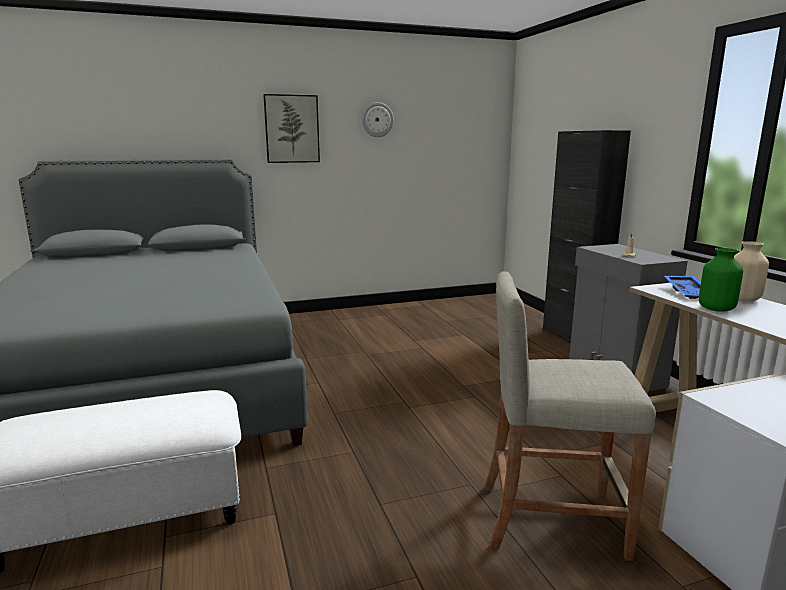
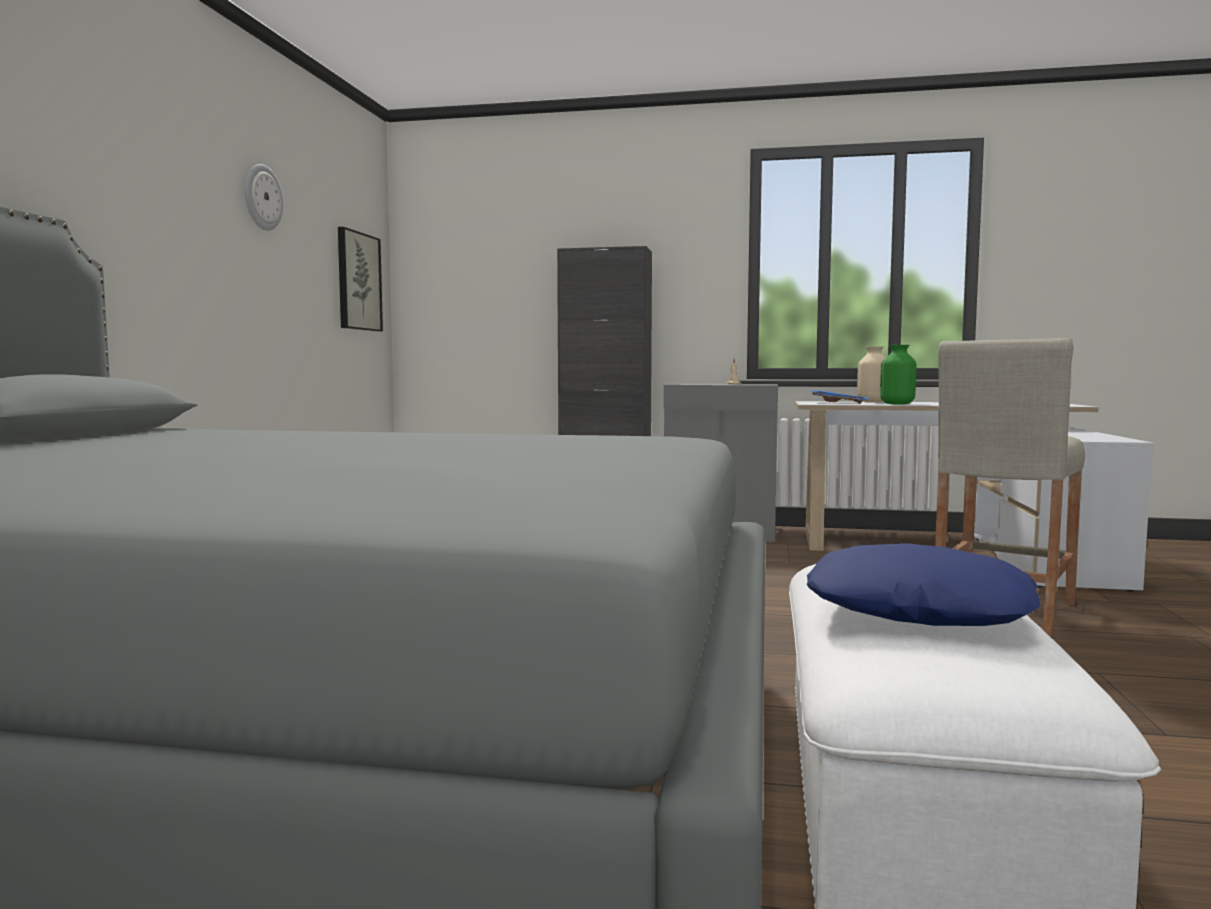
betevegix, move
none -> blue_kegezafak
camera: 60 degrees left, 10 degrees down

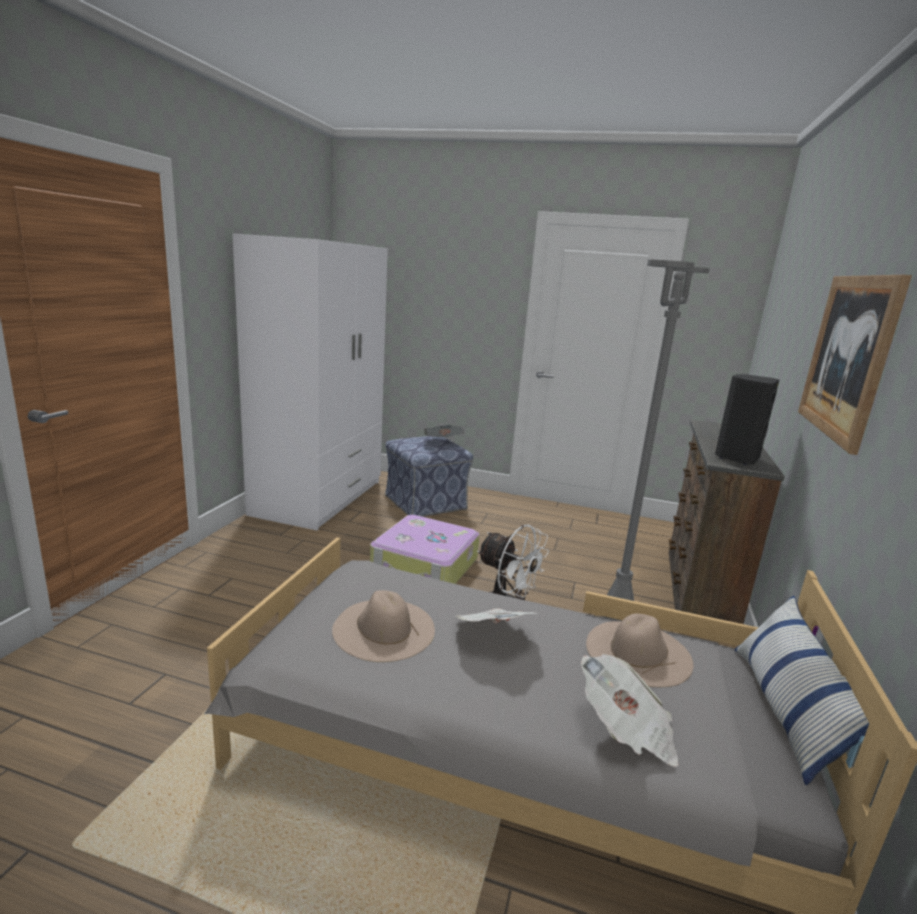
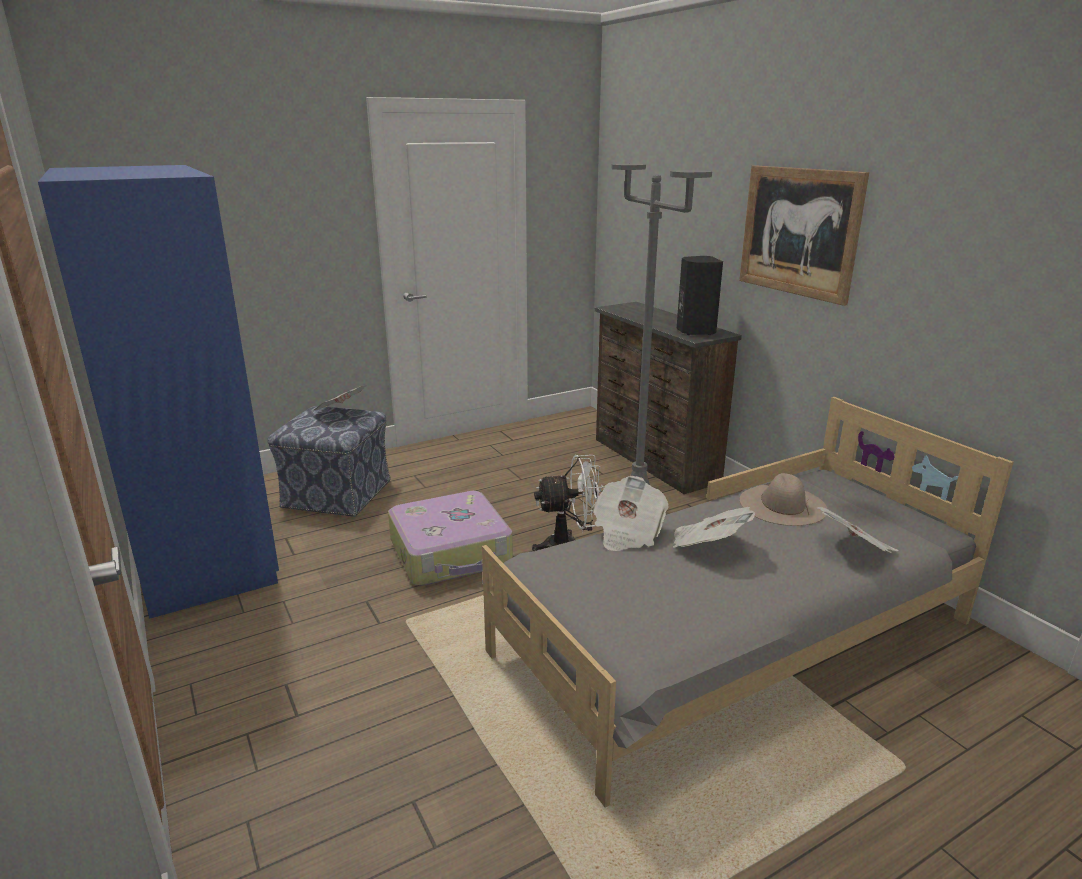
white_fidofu -> blue_fidofu
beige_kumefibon (1st from left) -> none
kegezafak -> none
none -> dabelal (2nd from left)
camera: 45 degrees left, 5 degrees up

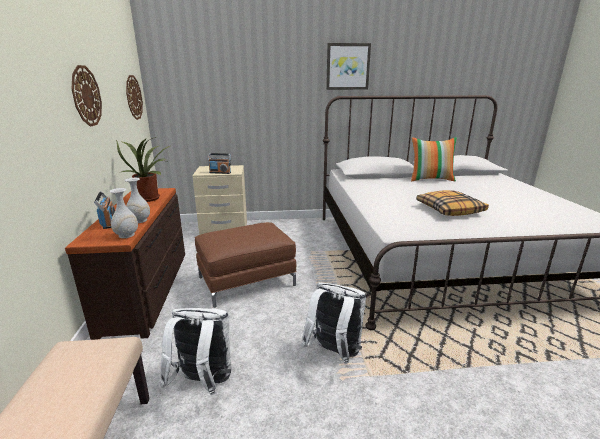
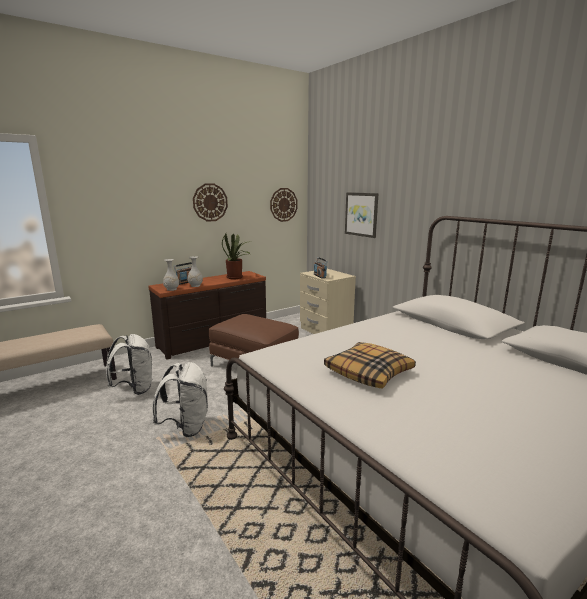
betevegix, move
kegezafak (1st from left) -> none
camera: 60 degrees right, 5 degrees down

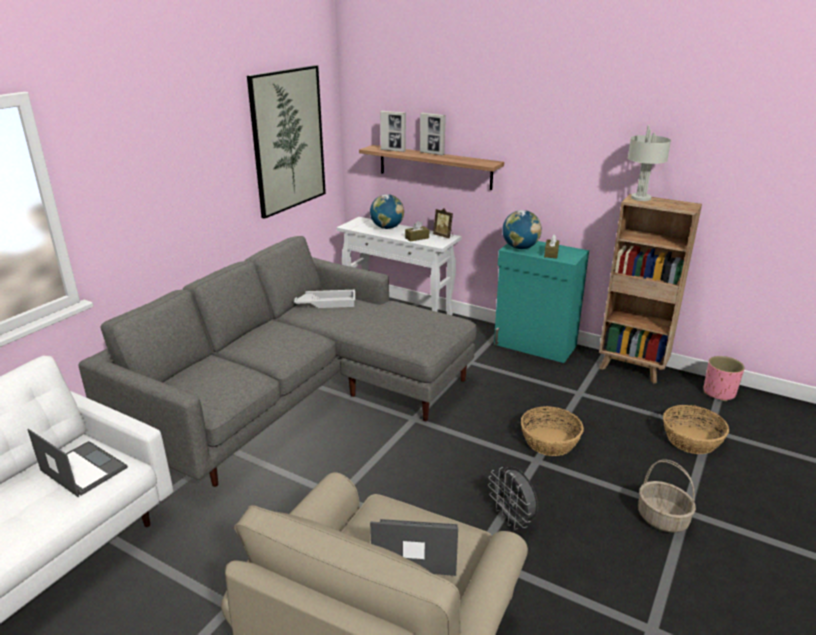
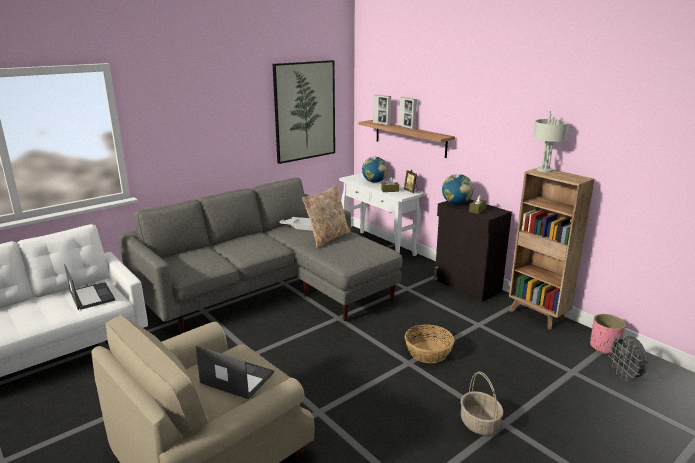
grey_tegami, move
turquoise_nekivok -> black_nekivok
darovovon (3rd from left) -> none
none -> beige_kegezafak
camera: 20 degrees right, 5 degrees down

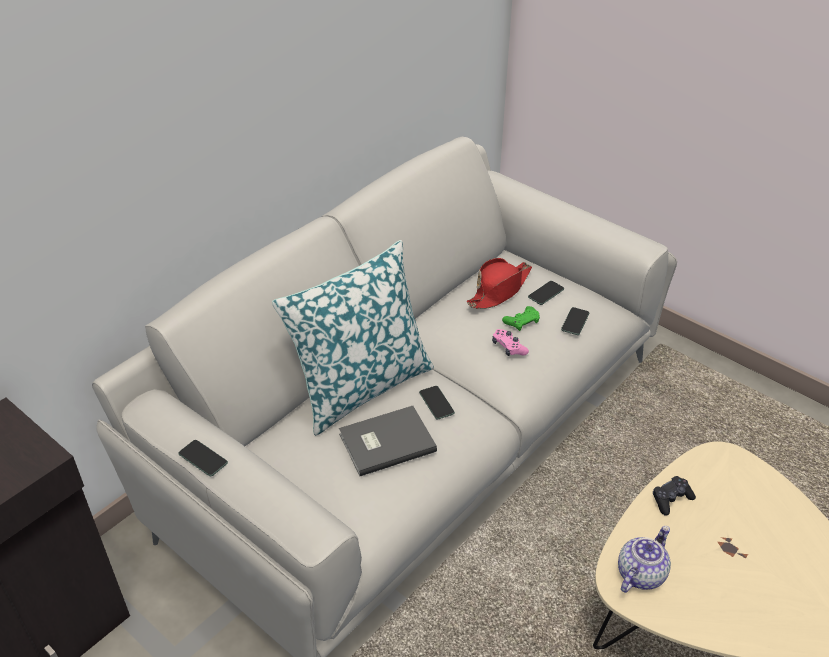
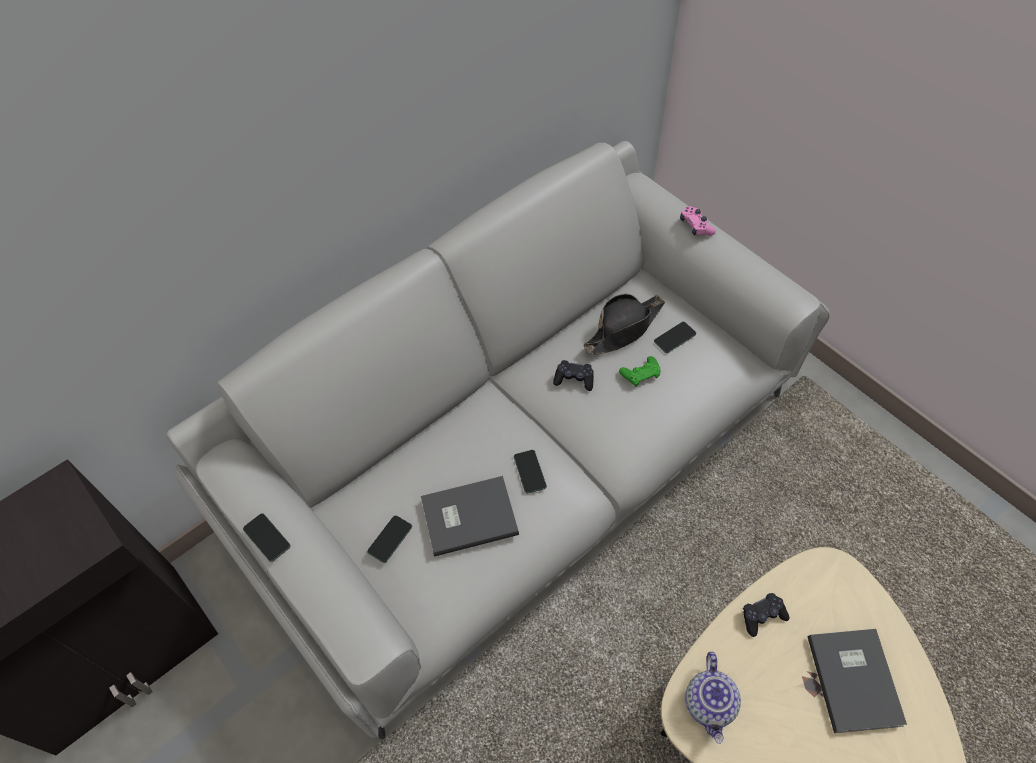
kegezafak -> none
red_kumefibon -> black_kumefibon
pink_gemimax, move
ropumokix (4th from left in the first image) -> ropumokix (2nd from left), move
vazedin, 135 degrees clockwise
none -> black_gemimax (1st from left)
none -> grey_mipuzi (2nd from left)
camera: 10 degrees right, 15 degrees up

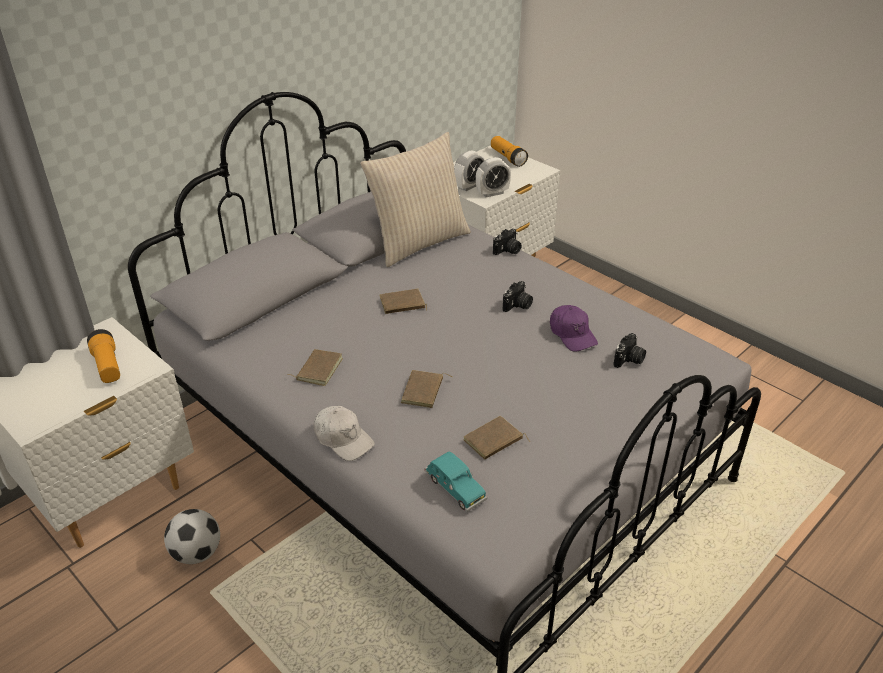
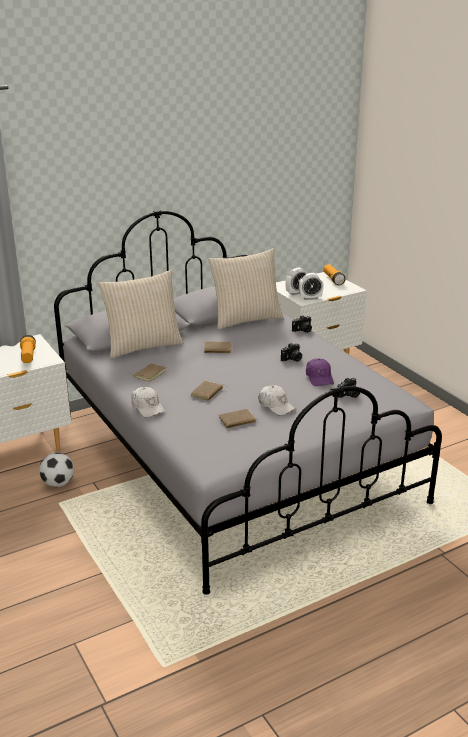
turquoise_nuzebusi -> none
none -> beige_kegezafak (1st from left)
none -> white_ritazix (2nd from left)
camera: 15 degrees right, 10 degrees down

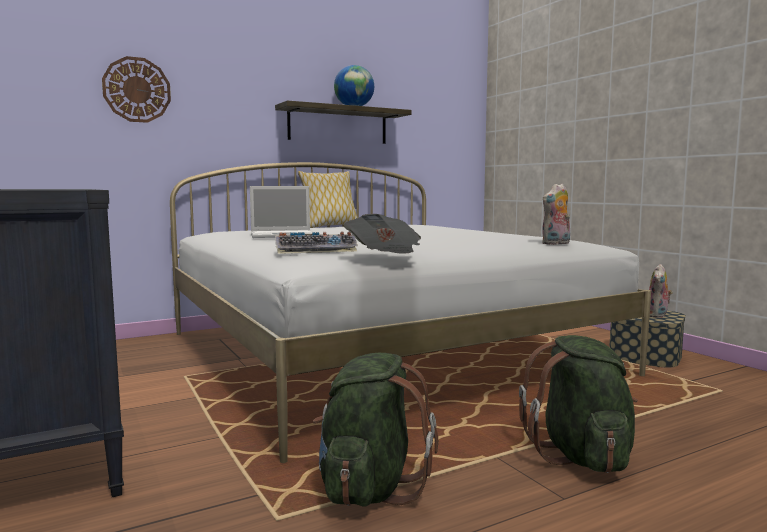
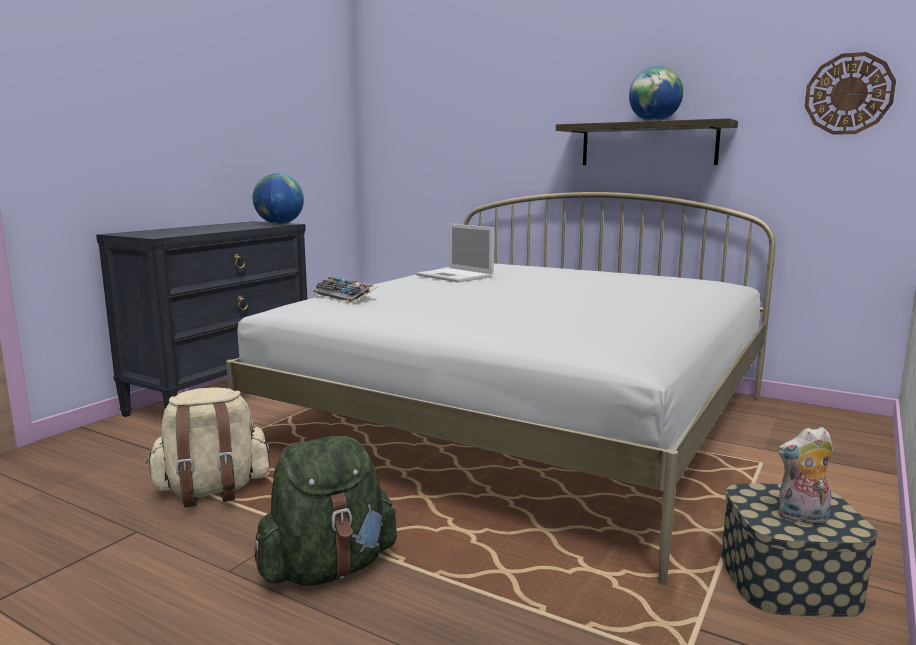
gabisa, move
kegezafak -> none
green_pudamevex (1st from left) -> beige_pudamevex
dabelal -> none
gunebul (1st from left) -> none
none -> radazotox (1st from left)
camera: 60 degrees right, 5 degrees up

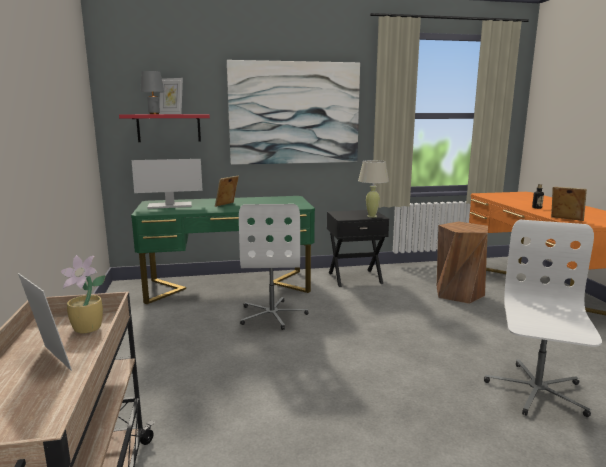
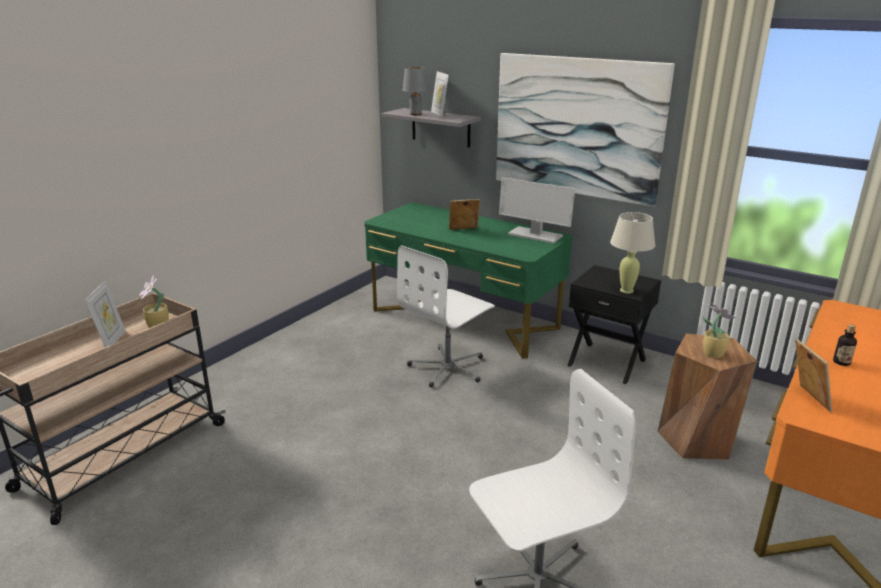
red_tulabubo -> grey_tulabubo
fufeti, move
none -> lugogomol (2nd from left)
camera: 45 degrees right, 10 degrees up

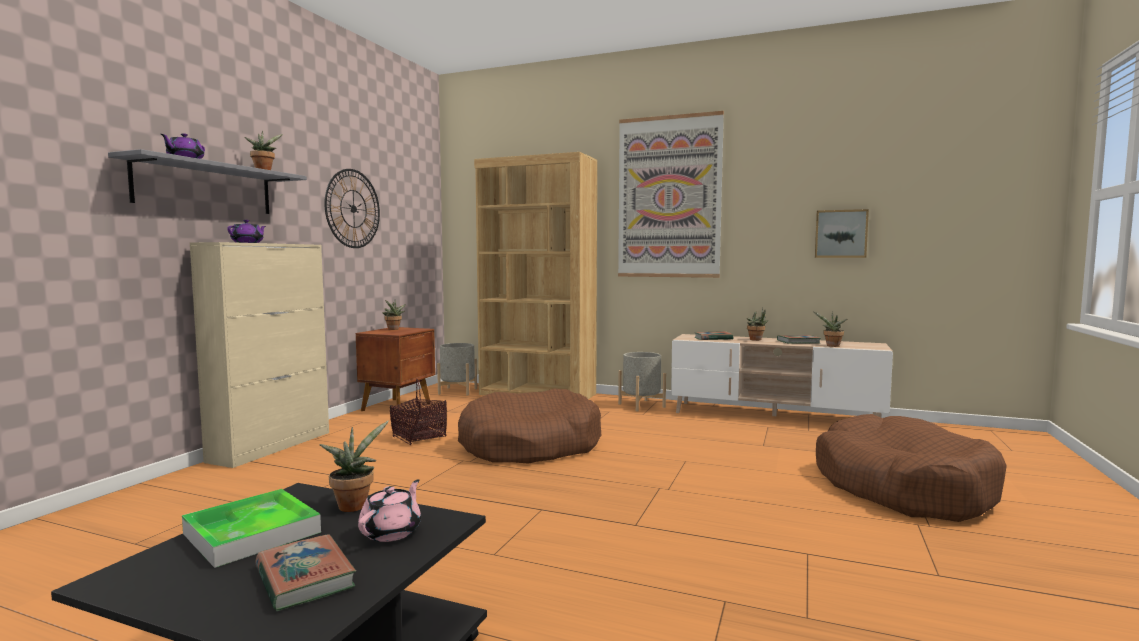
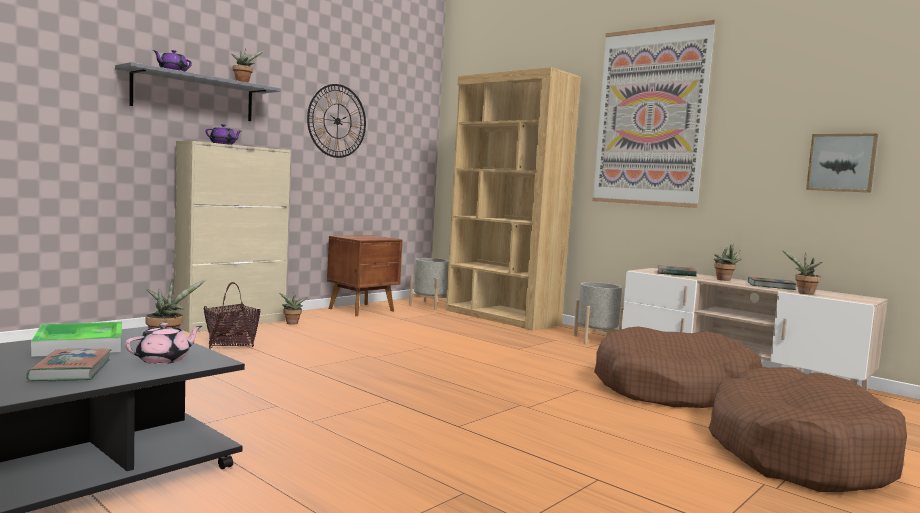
lugogomol (3rd from left), move
darovovon, move
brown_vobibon (1st from left), move
camera: 20 degrees right, 0 degrees up

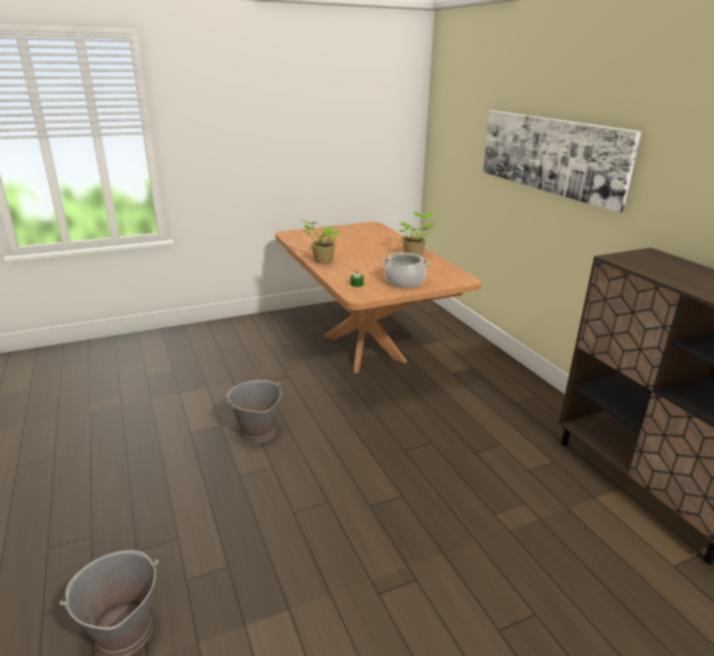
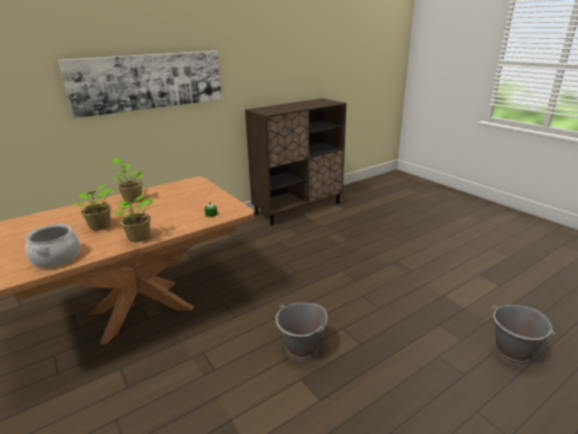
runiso, move
none -> lugogomol (1st from left)
camera: 100 degrees left, 0 degrees up

